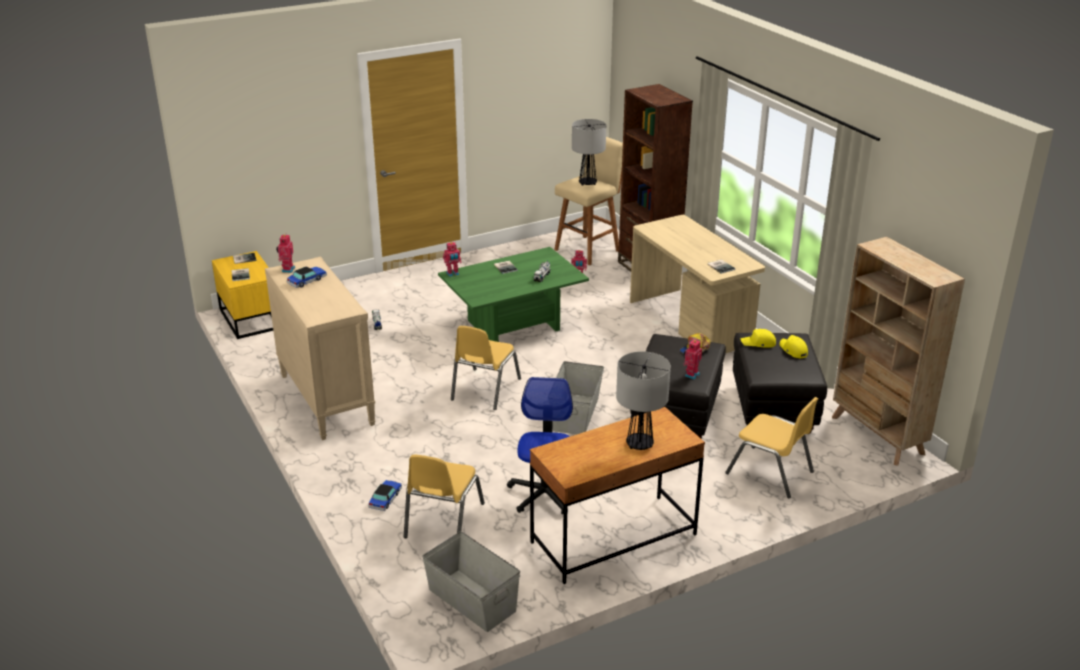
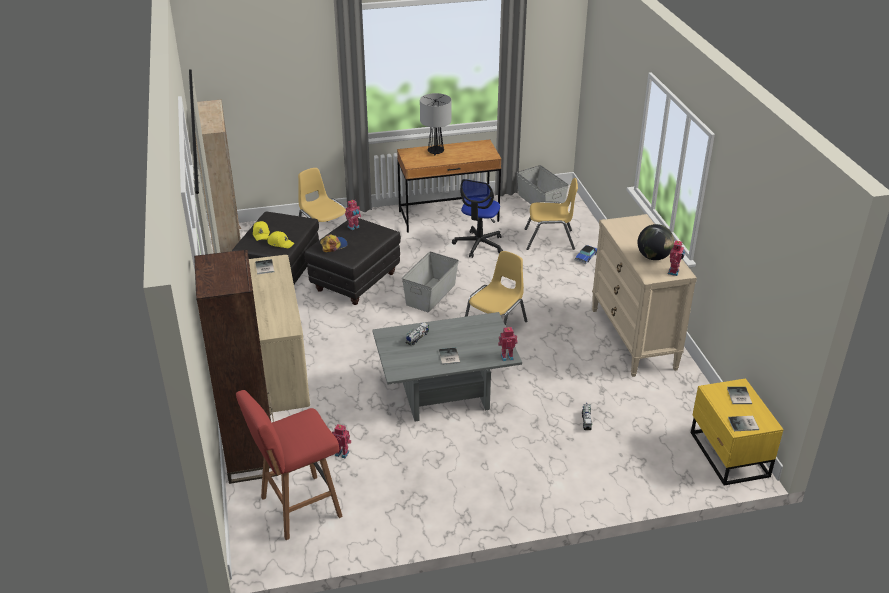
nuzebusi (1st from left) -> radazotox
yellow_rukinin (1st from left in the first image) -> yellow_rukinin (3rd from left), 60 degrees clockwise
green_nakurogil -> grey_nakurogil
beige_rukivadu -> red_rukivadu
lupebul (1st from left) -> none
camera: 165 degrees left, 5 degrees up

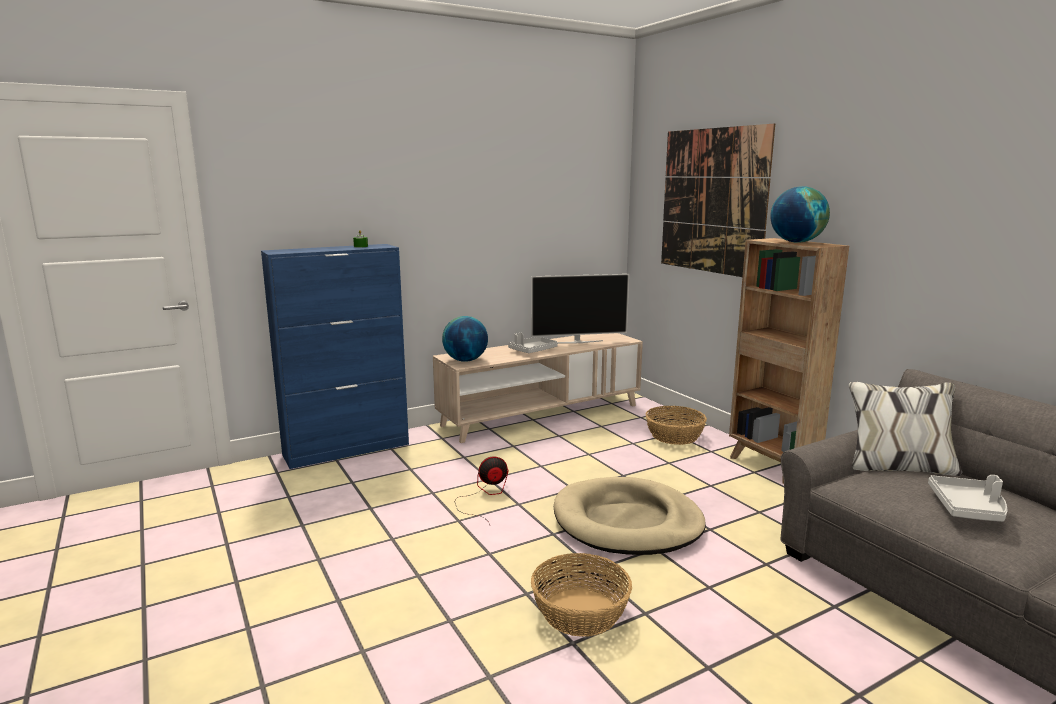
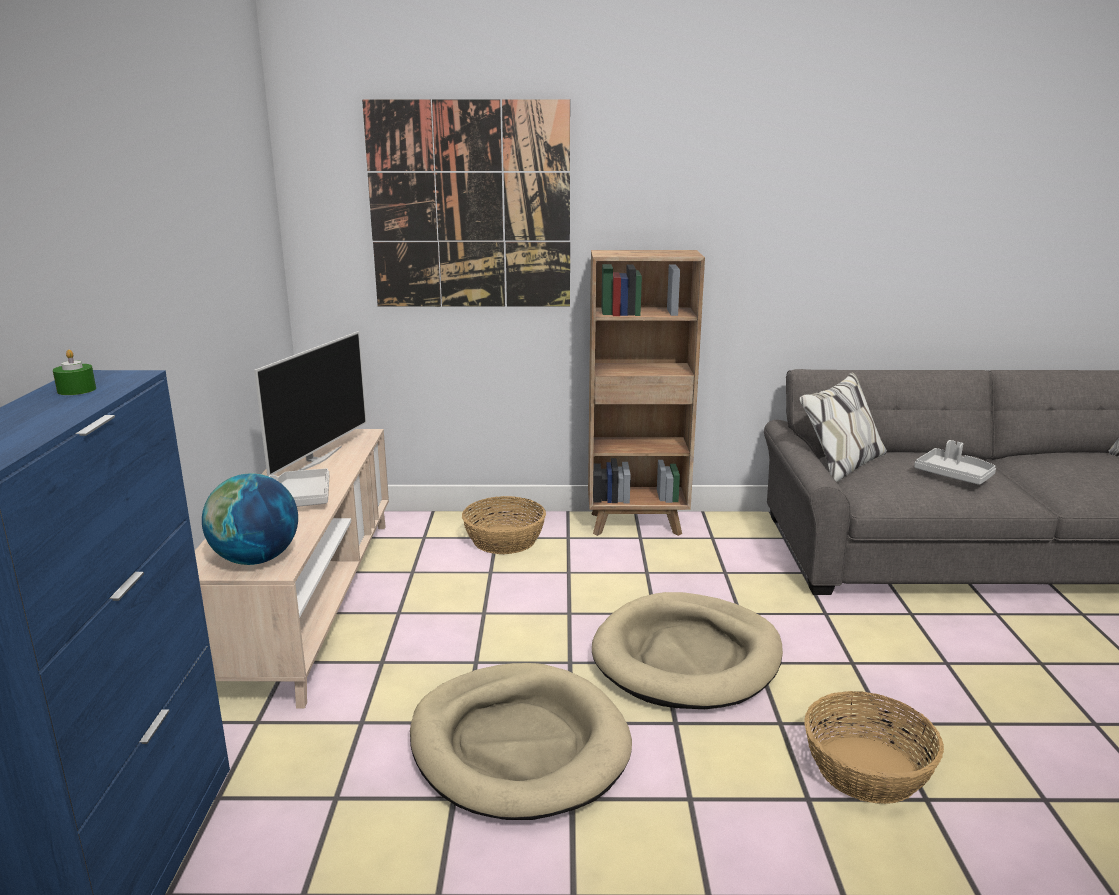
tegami -> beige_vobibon (1st from left)
radazotox (2nd from left) -> none
camera: 60 degrees left, 5 degrees up

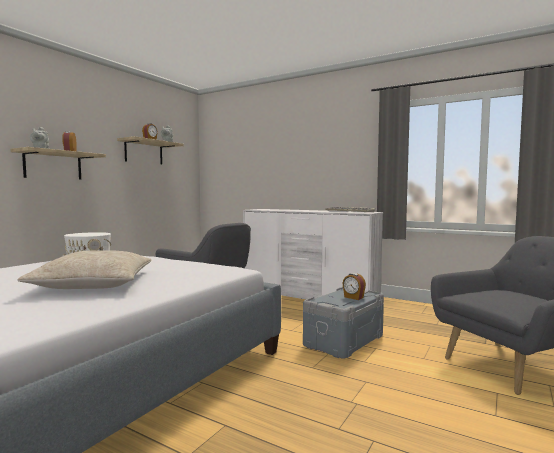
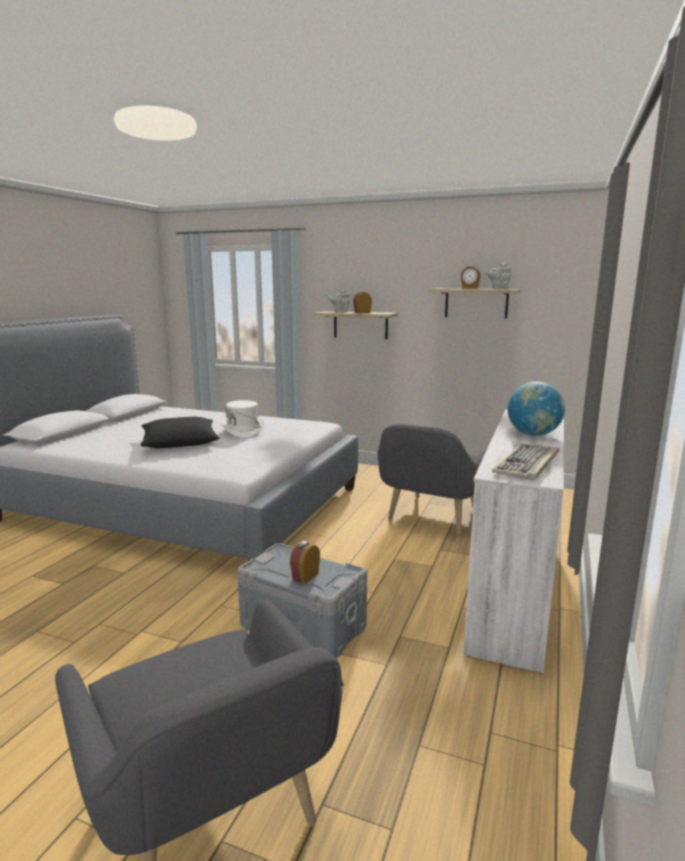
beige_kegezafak -> black_kegezafak
none -> radazotox
camera: 80 degrees right, 10 degrees up

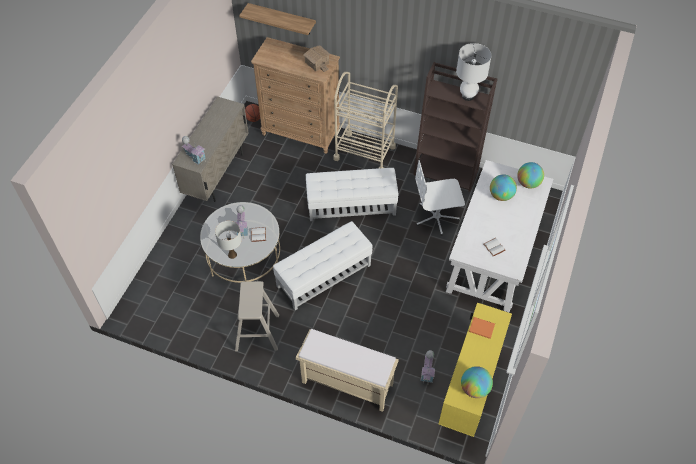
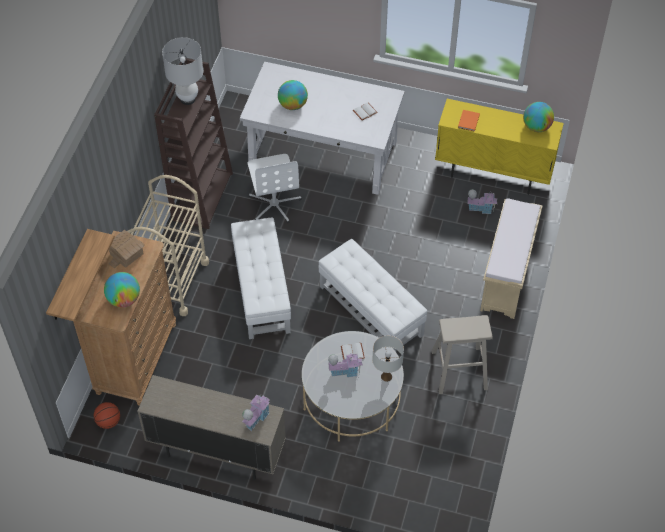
radazotox (3rd from left in the first image) -> radazotox (1st from left), move
camera: 95 degrees left, 0 degrees up

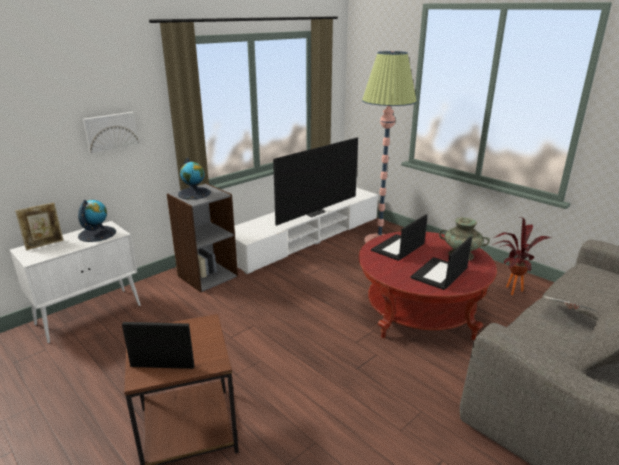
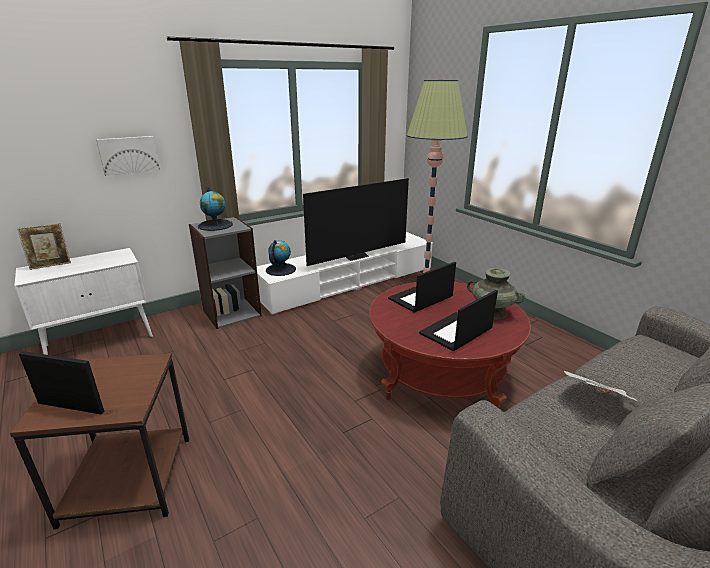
radazotox (1st from left in the first image) -> radazotox (2nd from left), move
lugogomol -> none
camera: 10 degrees right, 0 degrees up

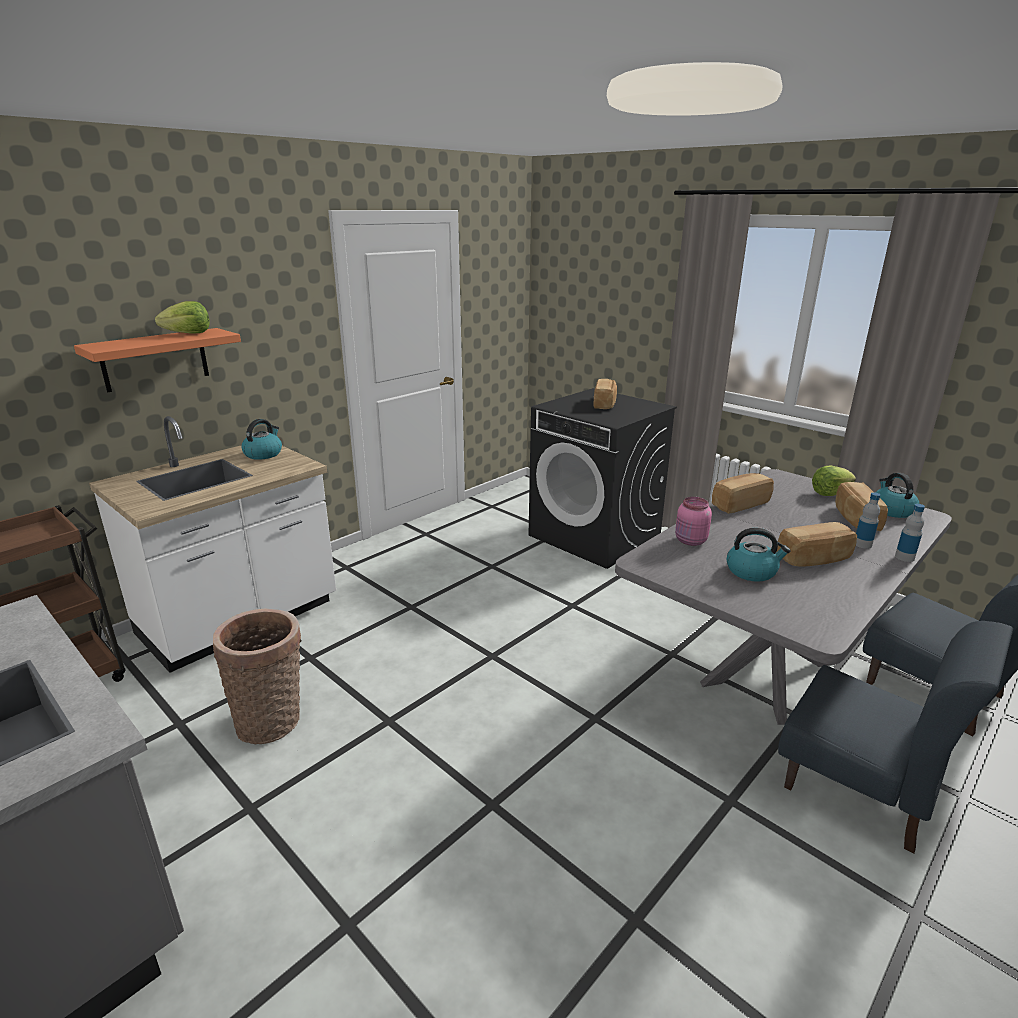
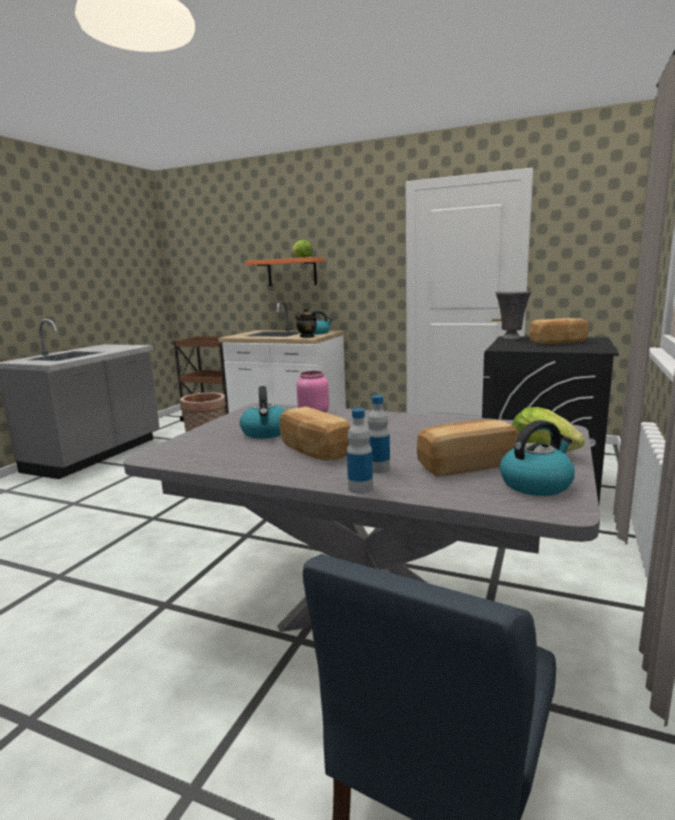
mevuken (2nd from left) -> none
blue_rukinin (1st from left) -> none
none -> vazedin
none -> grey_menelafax
camera: 70 degrees right, 10 degrees down

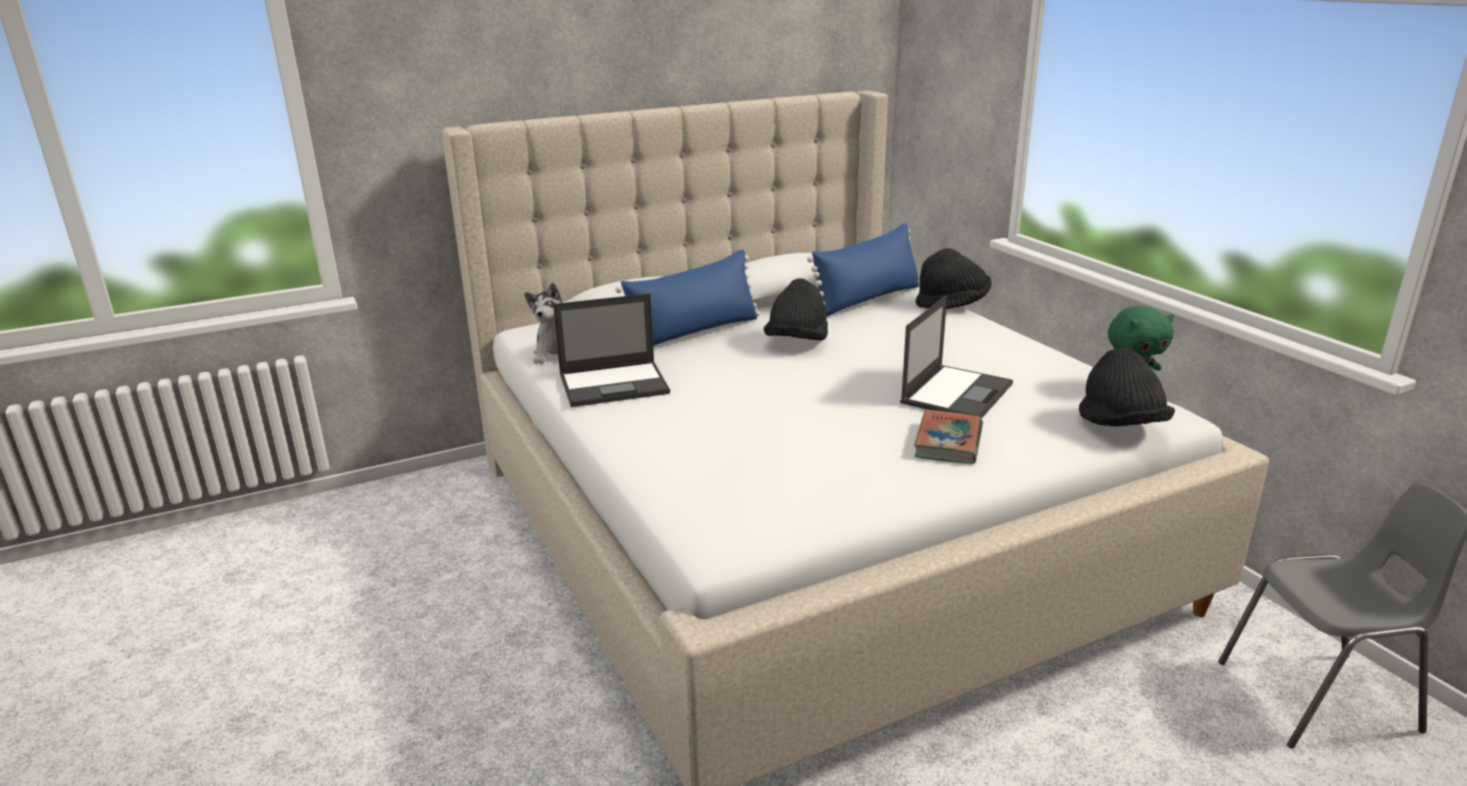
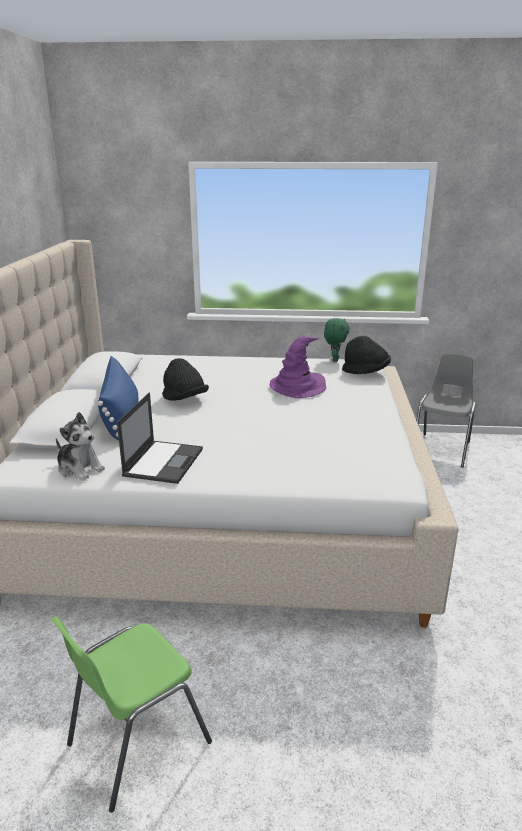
blue_kegezafak (2nd from left) -> none
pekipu (2nd from left) -> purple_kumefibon
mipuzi -> none
black_kumefibon (2nd from left) -> none
none -> green_rukinin
camera: 60 degrees left, 0 degrees up

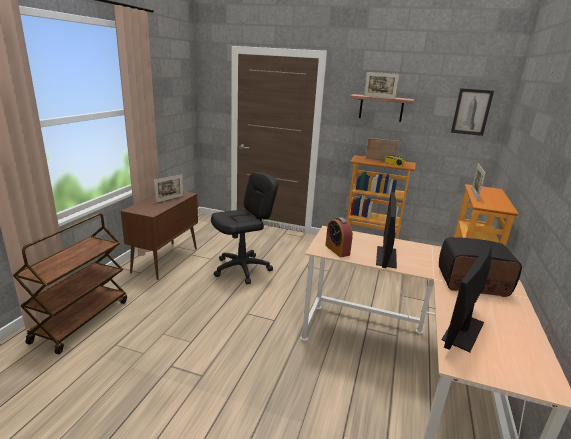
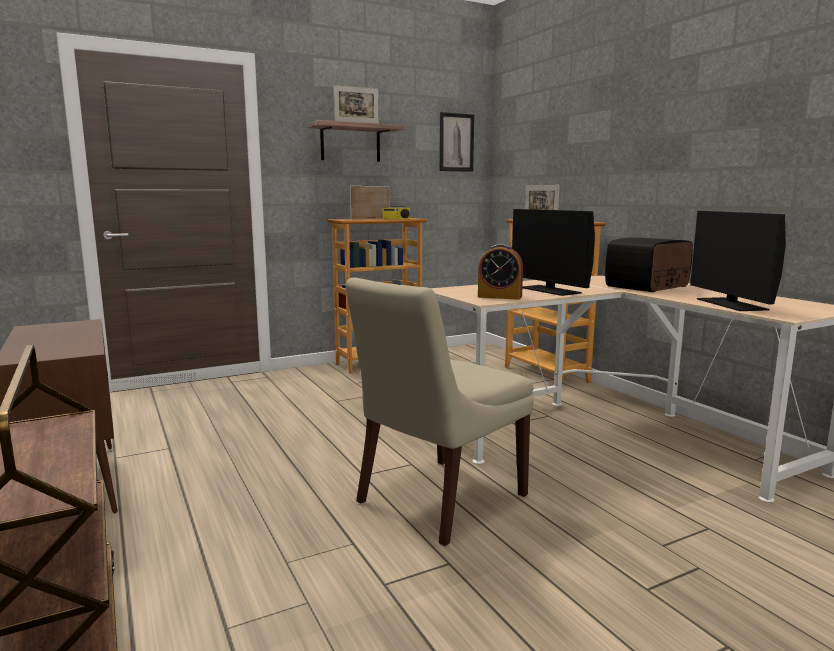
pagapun (1st from left) -> none
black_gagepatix -> none
none -> beige_rukinin
camera: 45 degrees left, 10 degrees down

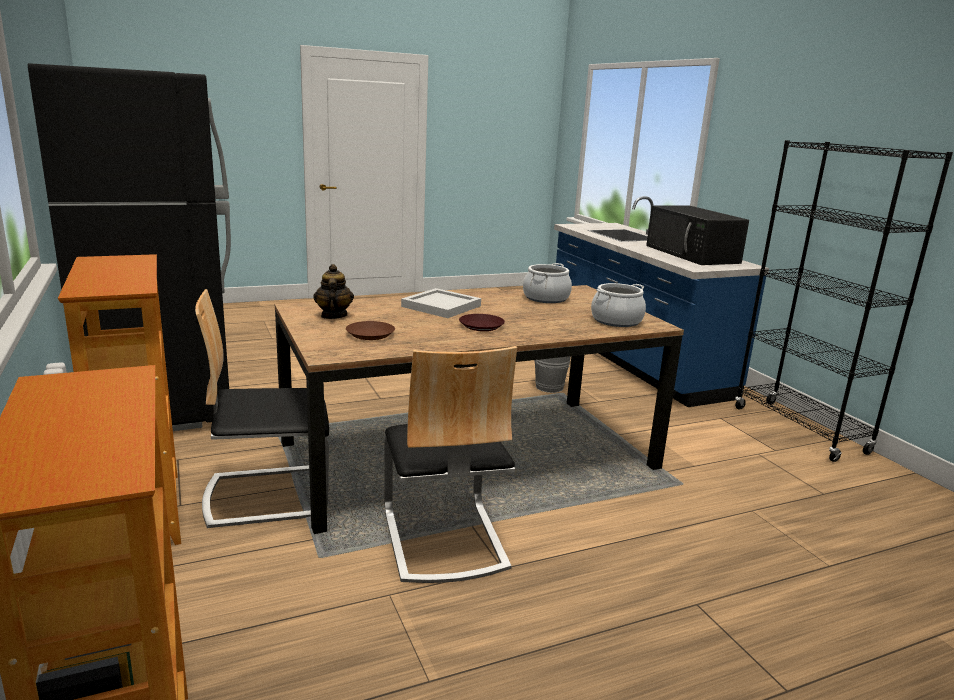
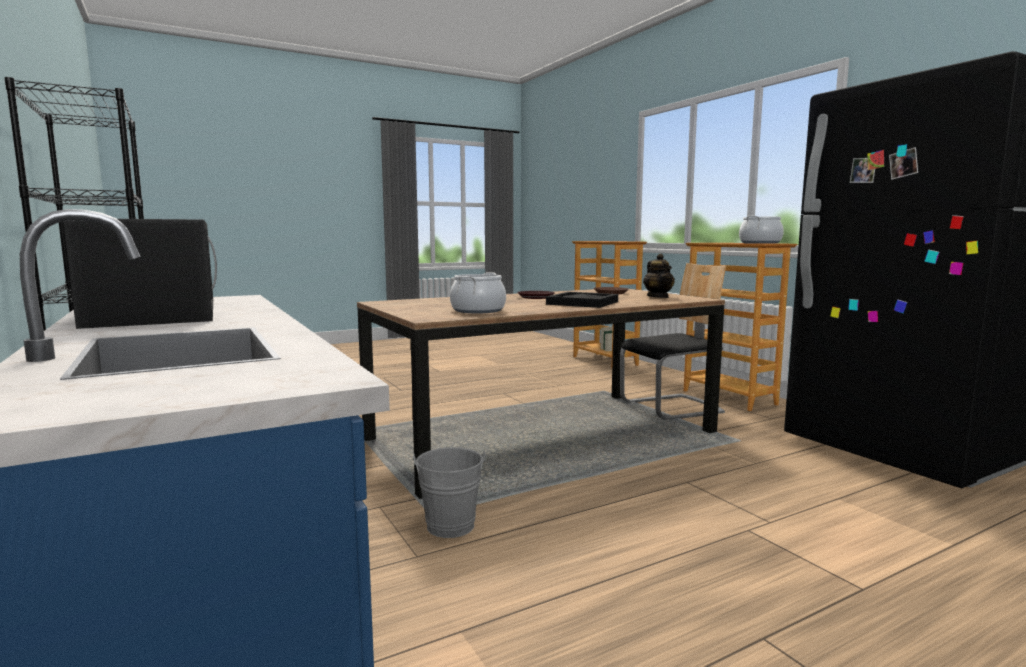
rukinin (2nd from left) -> none
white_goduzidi -> black_goduzidi
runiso (2nd from left), move
camera: 175 degrees right, 10 degrees down

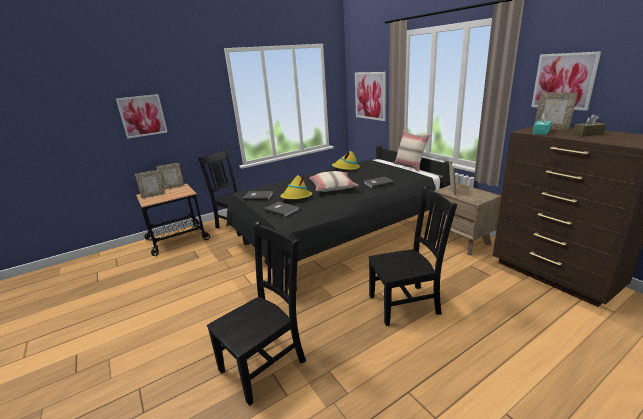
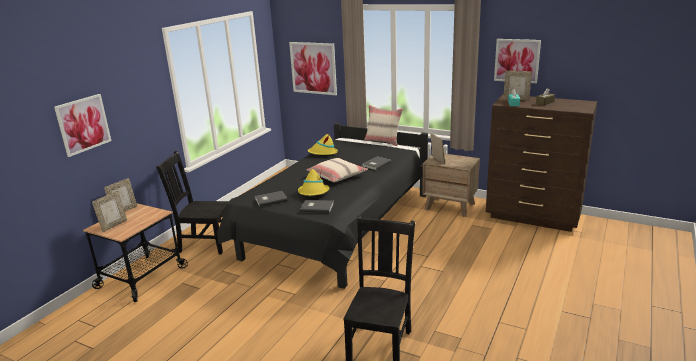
black_rukinin (3rd from left) -> none
camera: 30 degrees left, 0 degrees up

